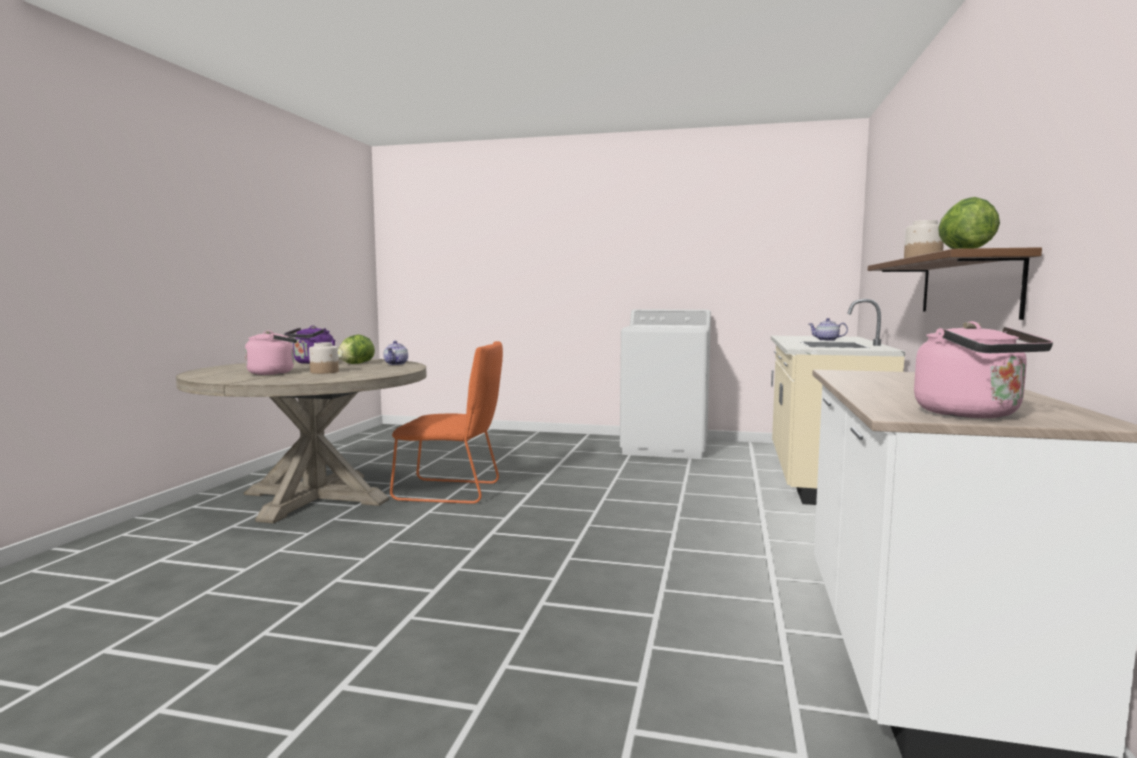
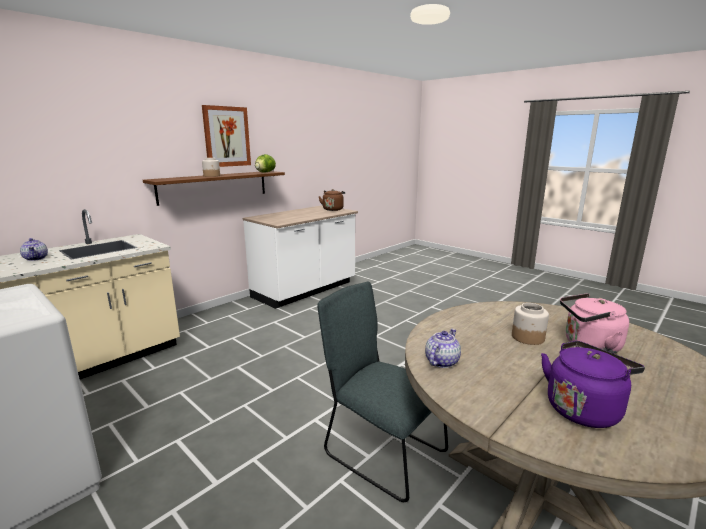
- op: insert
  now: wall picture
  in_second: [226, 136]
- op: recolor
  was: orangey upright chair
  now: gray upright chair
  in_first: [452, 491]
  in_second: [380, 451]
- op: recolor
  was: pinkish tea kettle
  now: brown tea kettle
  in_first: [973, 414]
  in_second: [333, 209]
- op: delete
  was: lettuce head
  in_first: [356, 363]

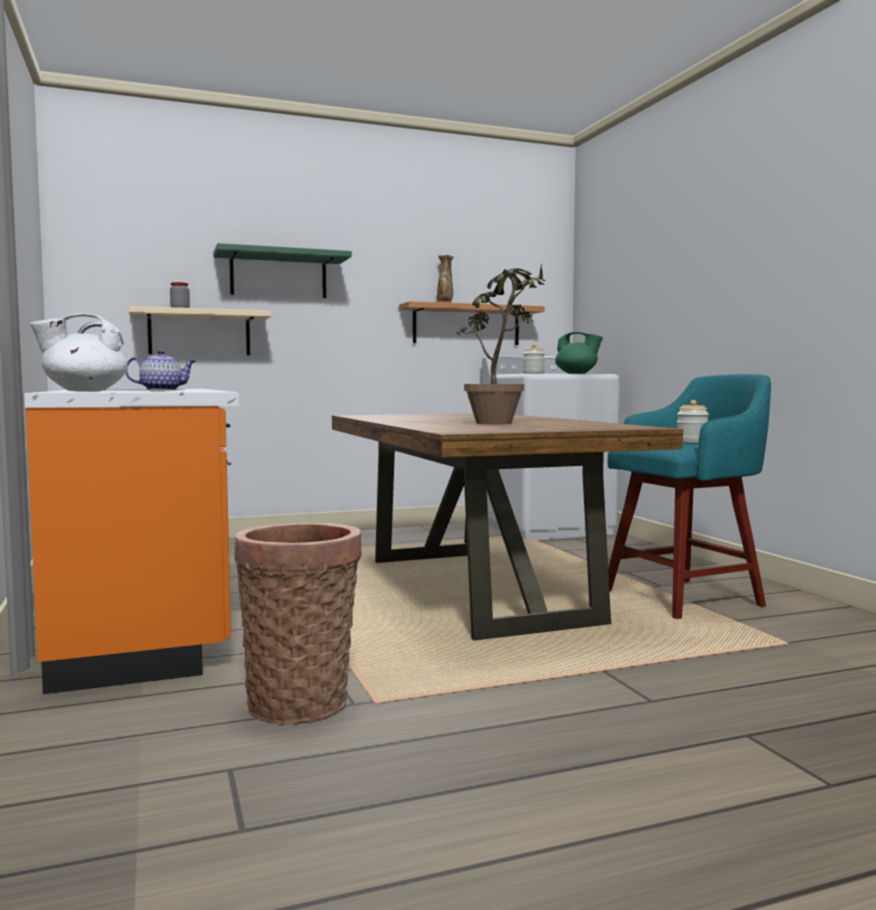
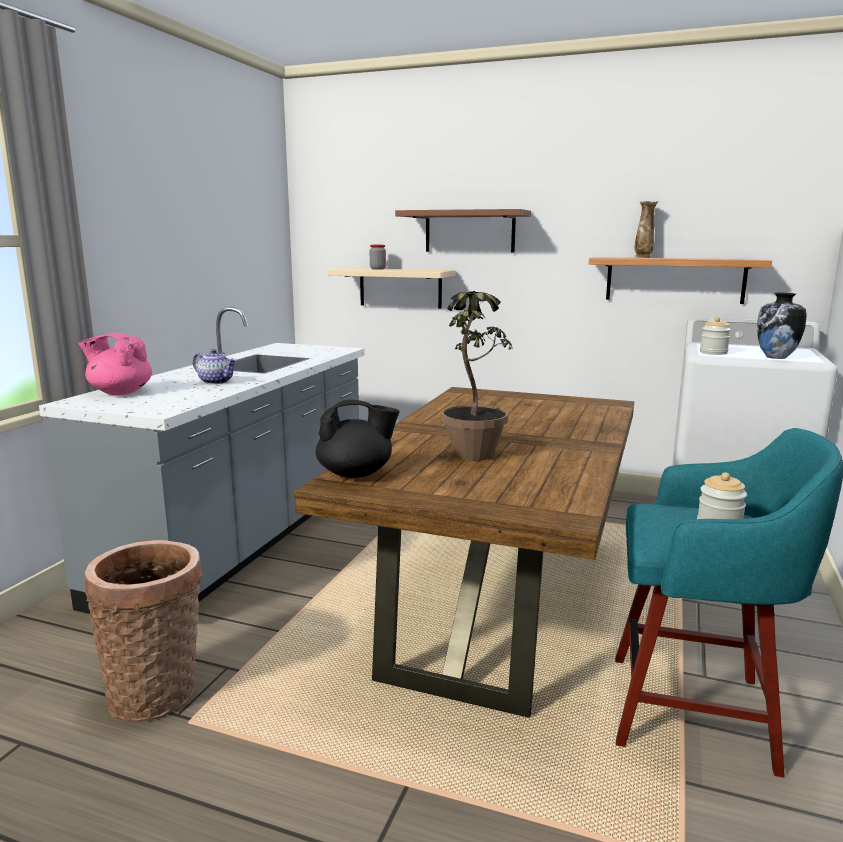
- op: recolor
  was: orangey kitchen counter
  now: gray kitchen counter
  in_first: [147, 608]
  in_second: [246, 539]
- op: recolor
  was: white pot for tea
  now: pinkish pot for tea
  in_first: [83, 391]
  in_second: [120, 392]
- op: insert
  now: black-coloured pot for tea
  in_second: [356, 474]
- op: recolor
  was: greenish shelf
  now: brown shelf
  in_first: [278, 275]
  in_second: [469, 231]
- op: replace
  was: greenish pot for tea
  now: flower vase
  in_first: [577, 373]
  in_second: [776, 357]

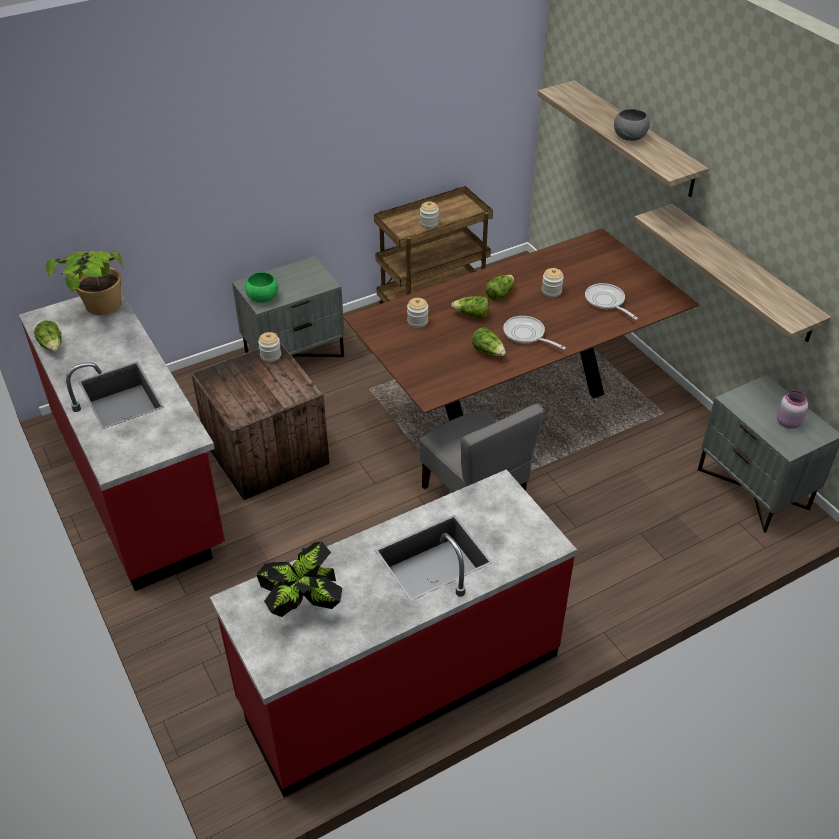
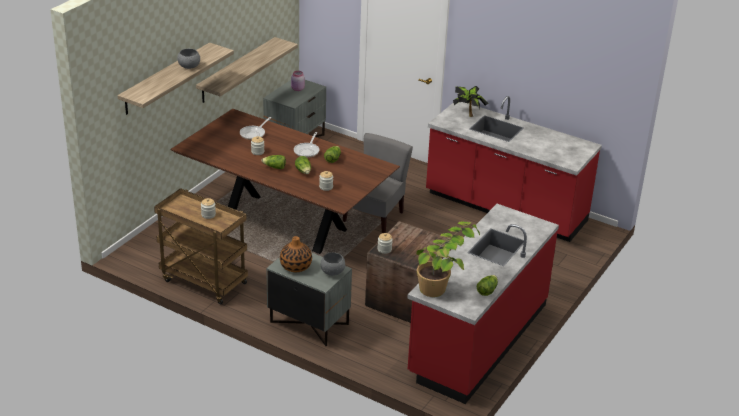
- op: insert
  now: flower vase
  in_second: [295, 266]
- op: recolor
  was: greenish bowl
  now: gray bowl
  in_first: [262, 297]
  in_second: [332, 272]
- op: move
  was: plant in a pot
  in_first: [304, 605]
  in_second: [468, 114]

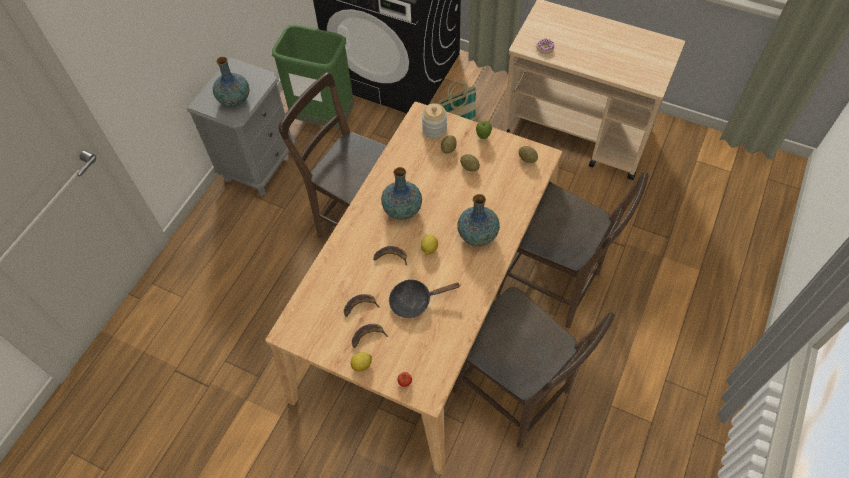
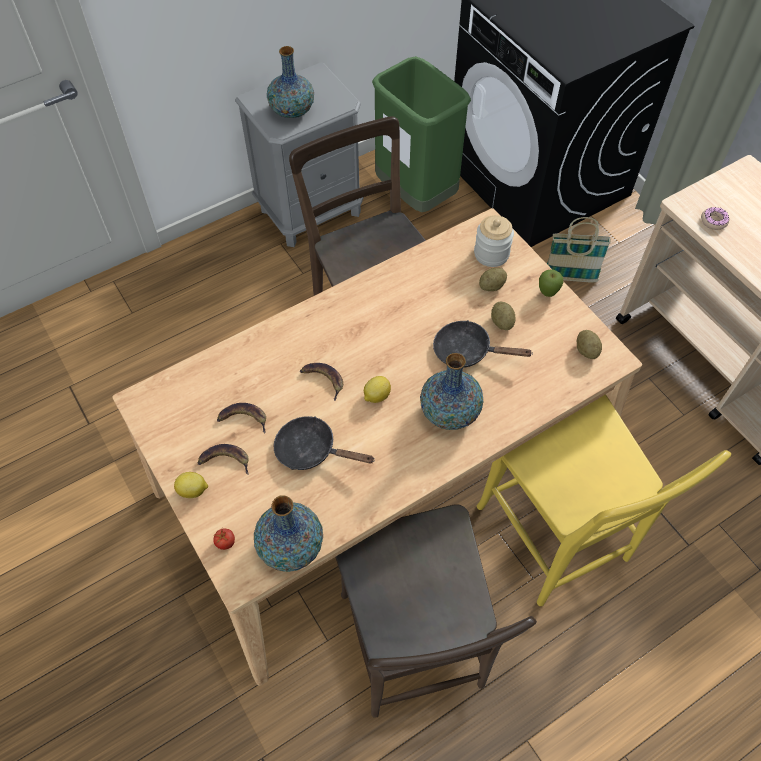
- op: move
  was: flower vase
  in_first: [402, 210]
  in_second: [291, 547]
- op: insert
  now: black-coloured frying pan
  in_second: [467, 351]
- op: recolor
  was: brown upright chair
  now: yellow-coloured upright chair
  in_first: [553, 285]
  in_second: [557, 540]

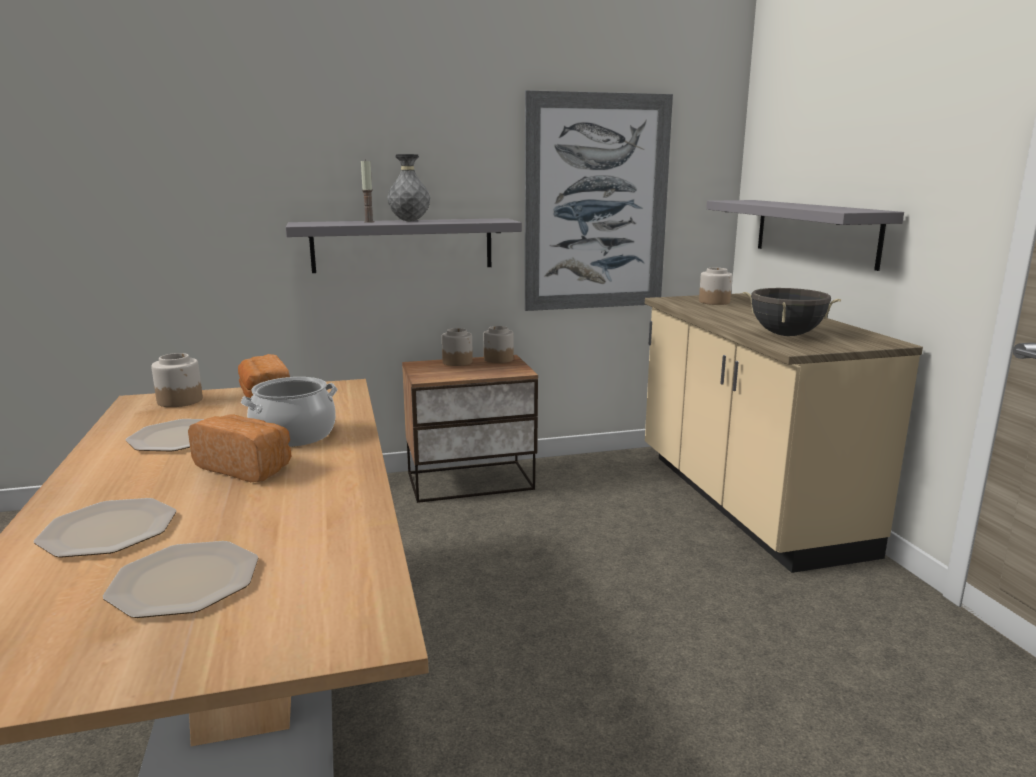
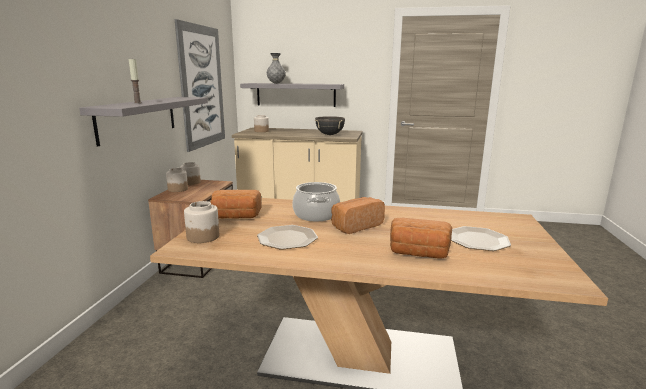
- op: move
  was: gray flower vase
  in_first: [410, 221]
  in_second: [276, 83]
- op: replace
  was: plate
  now: bread
  in_first: [110, 529]
  in_second: [418, 253]

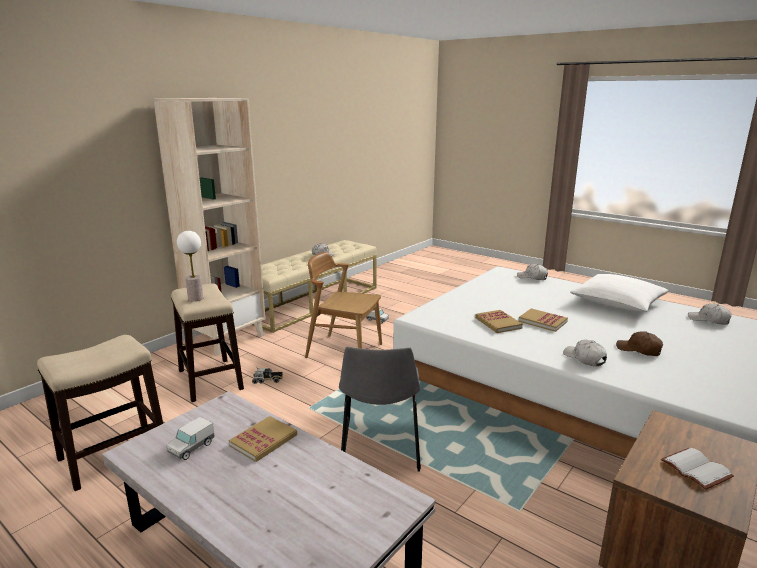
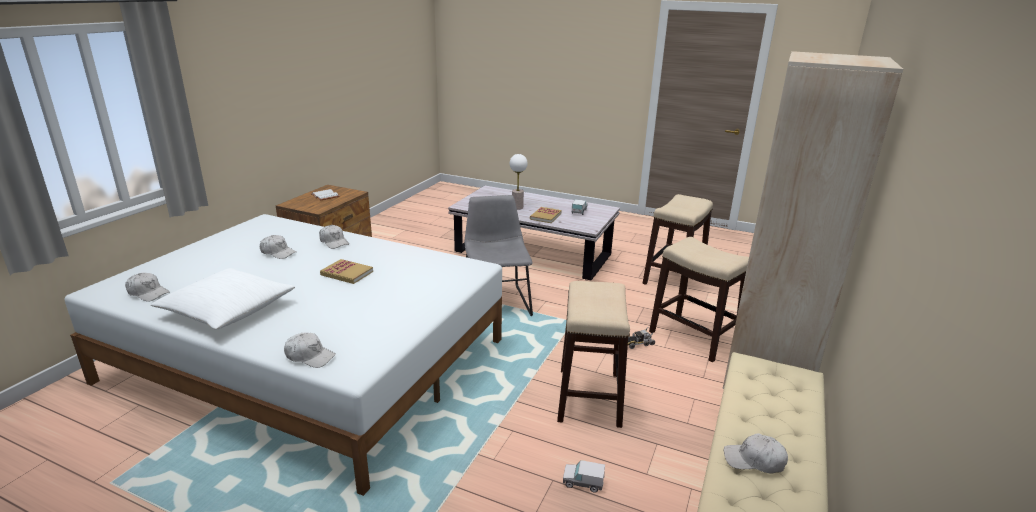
- op: recolor
  was: brown baseball cap
  now: white baseball cap
  in_first: [639, 350]
  in_second: [278, 252]
- op: move
  was: tabletop lamp
  in_first: [196, 298]
  in_second: [517, 207]
- op: replace
  was: brown upright chair
  now: sitting stool
  in_first: [344, 350]
  in_second: [589, 397]
- op: delete
  was: bound book
  in_first: [498, 323]

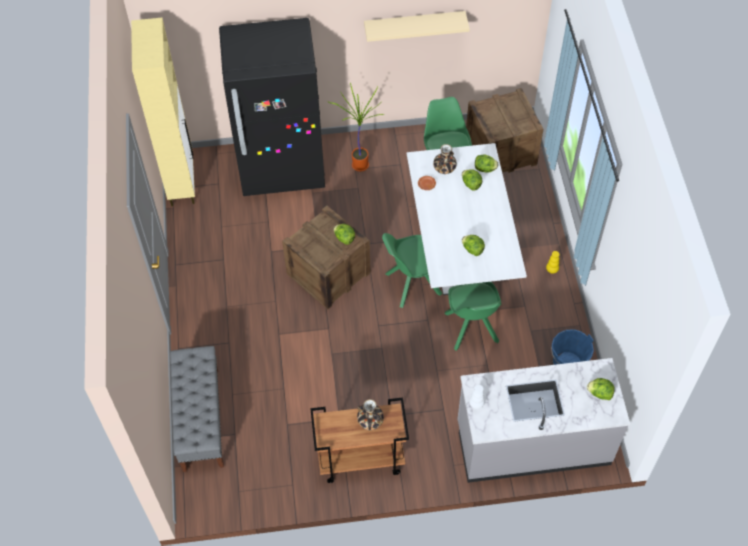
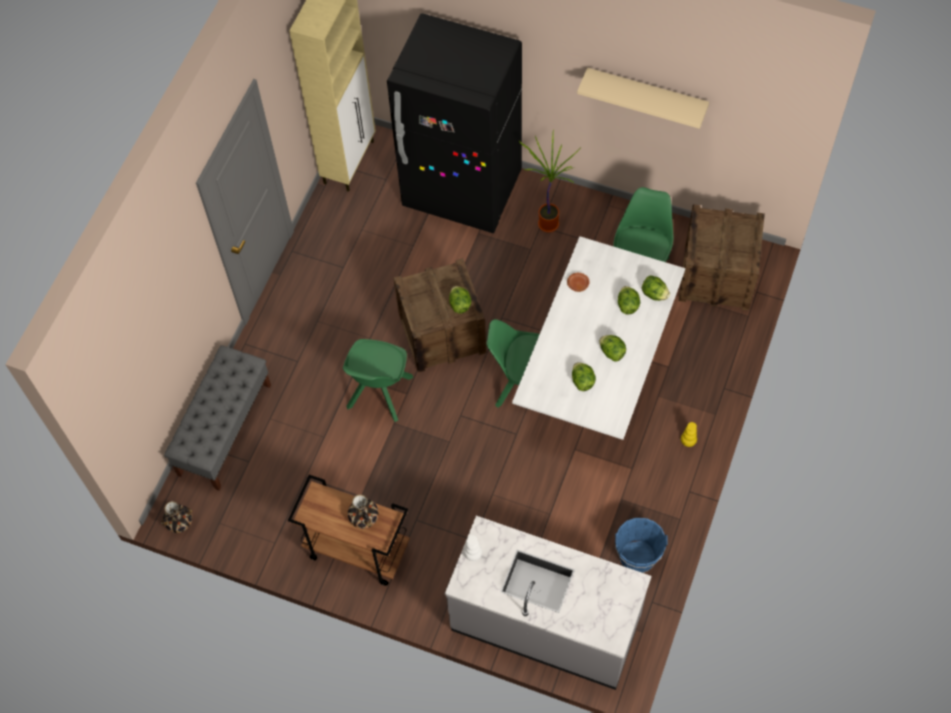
- op: move
  was: flower vase
  in_first: [444, 167]
  in_second: [179, 521]
- op: move
  was: greenish upright chair
  in_first: [471, 329]
  in_second: [379, 394]
- op: move
  was: lettuce head
  in_first: [599, 393]
  in_second: [611, 352]

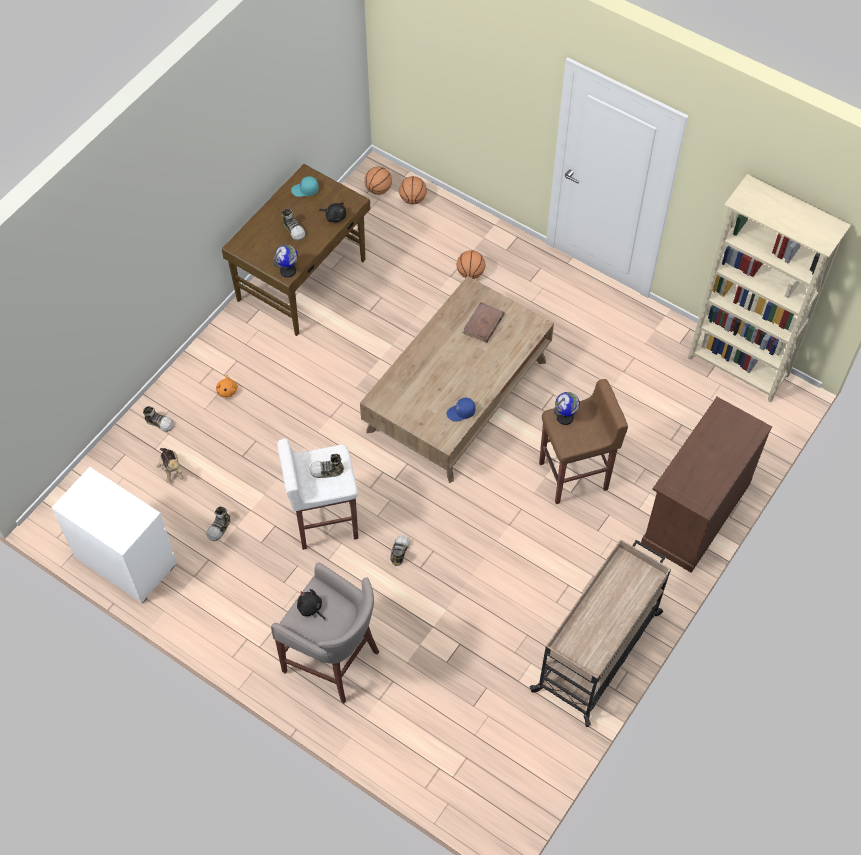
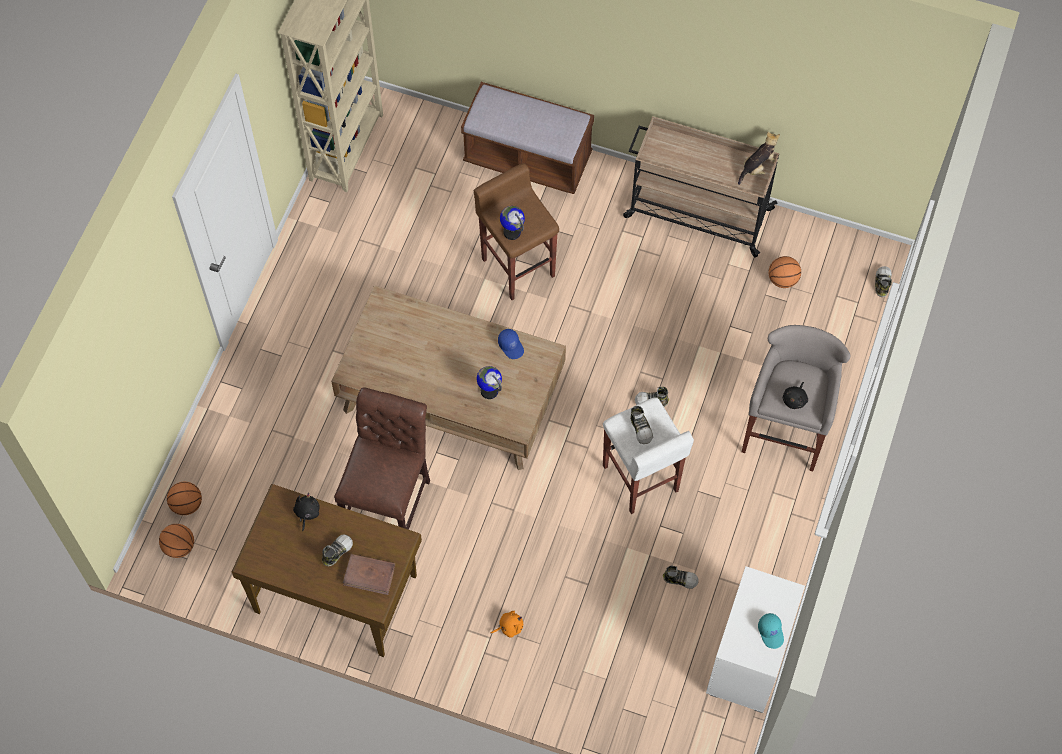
- op: insert
  now: brown upright chair
  in_second: [390, 500]
- op: move
  was: brown bound book
  in_first: [483, 324]
  in_second: [369, 575]
- op: replace
  was: brown cupboard
  now: brown bench
  in_first: [695, 513]
  in_second: [527, 159]
- op: move
  was: desk globe
  in_first: [288, 271]
  in_second: [489, 390]
- op: move
  was: cuddly toy
  in_first: [171, 469]
  in_second: [758, 167]
- op: move
  was: turquoise-coloured baseball cap
  in_first: [305, 190]
  in_second: [771, 632]
- op: move
  was: ball for basketball
  in_first: [470, 273]
  in_second: [782, 280]
- op: move
  was: shoe
  in_first: [159, 422]
  in_second: [882, 283]

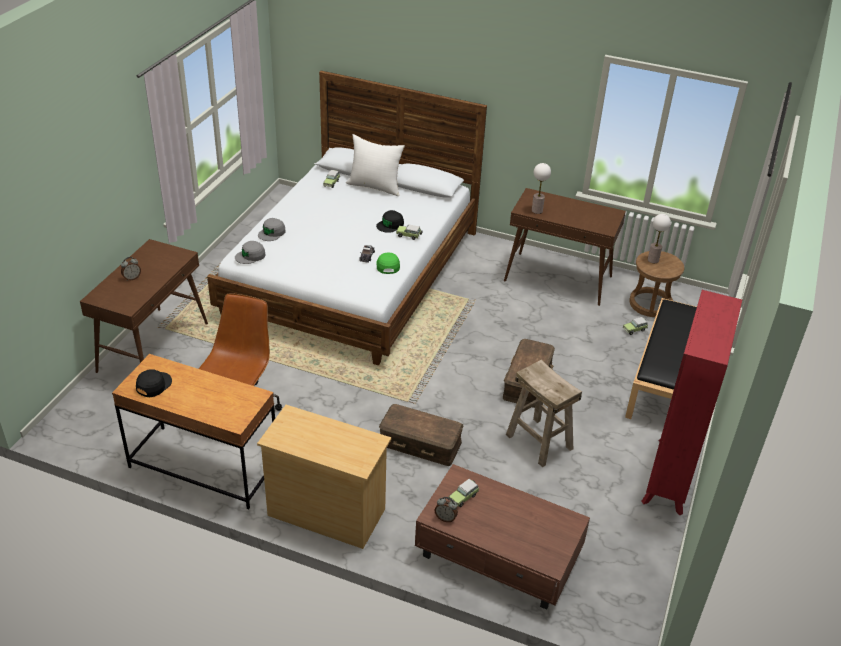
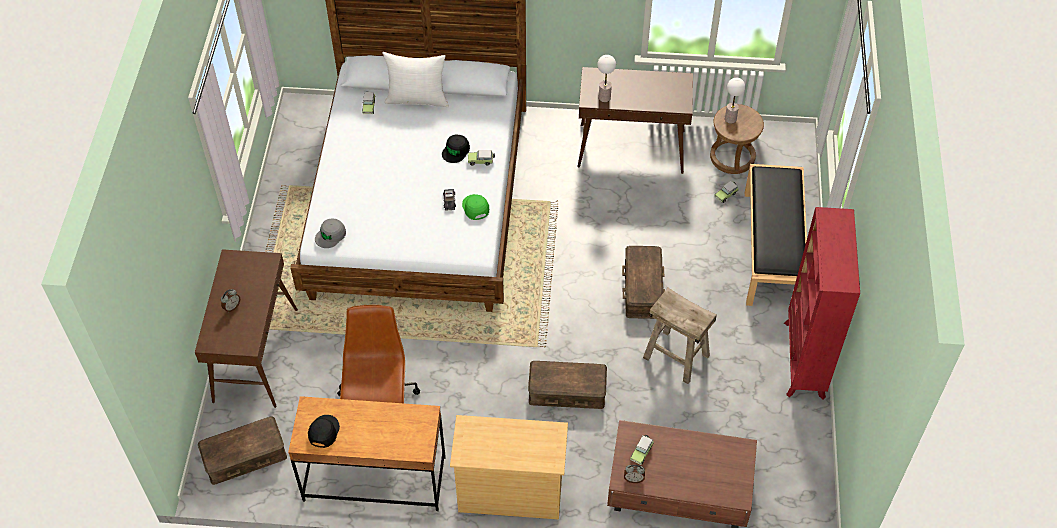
- op: insert
  now: brown storage box
  in_second: [245, 457]
- op: delete
  was: gray baseball cap
  in_first: [272, 233]

